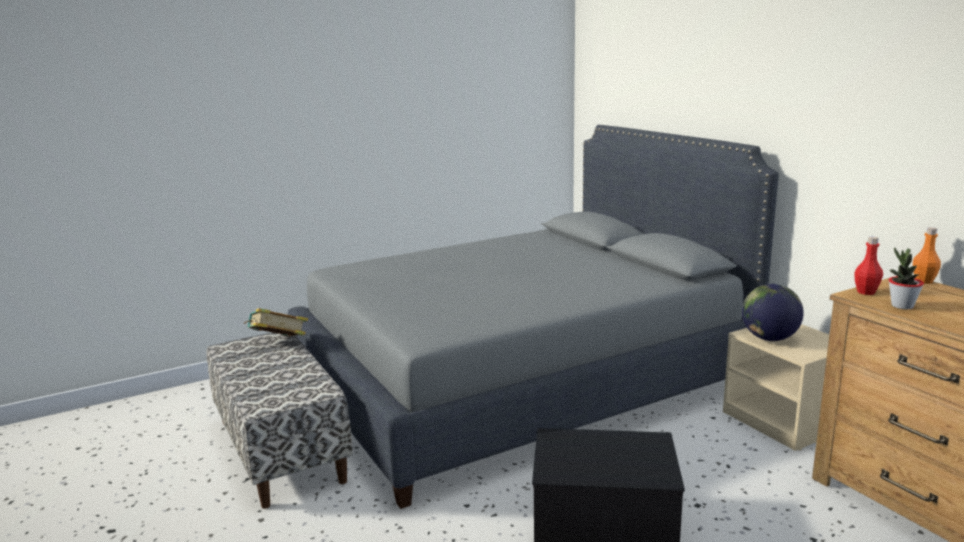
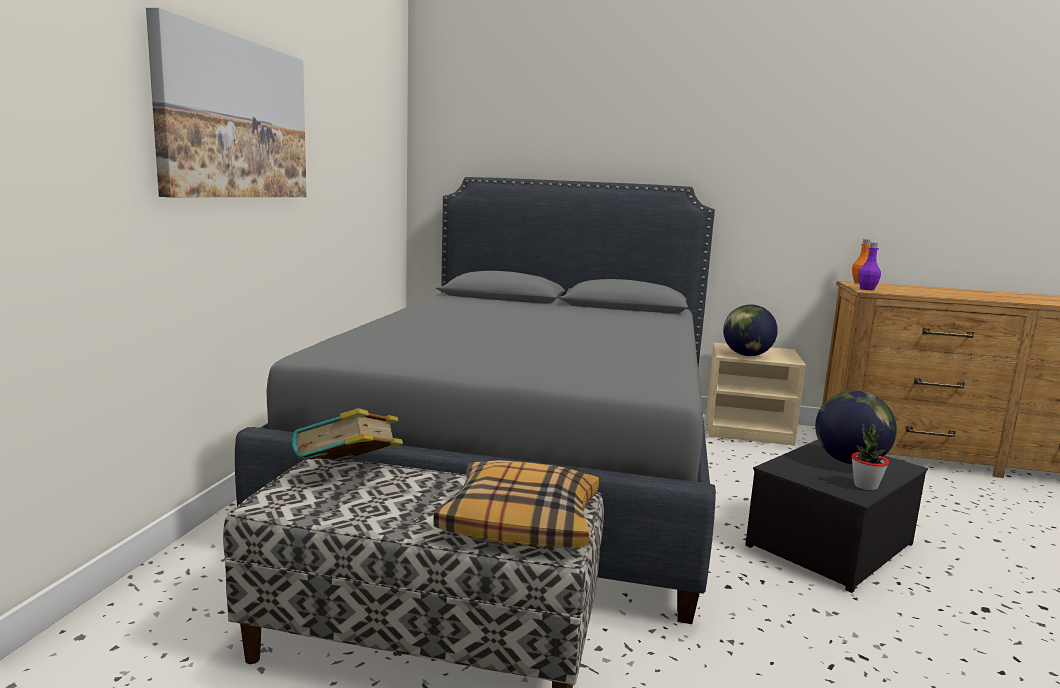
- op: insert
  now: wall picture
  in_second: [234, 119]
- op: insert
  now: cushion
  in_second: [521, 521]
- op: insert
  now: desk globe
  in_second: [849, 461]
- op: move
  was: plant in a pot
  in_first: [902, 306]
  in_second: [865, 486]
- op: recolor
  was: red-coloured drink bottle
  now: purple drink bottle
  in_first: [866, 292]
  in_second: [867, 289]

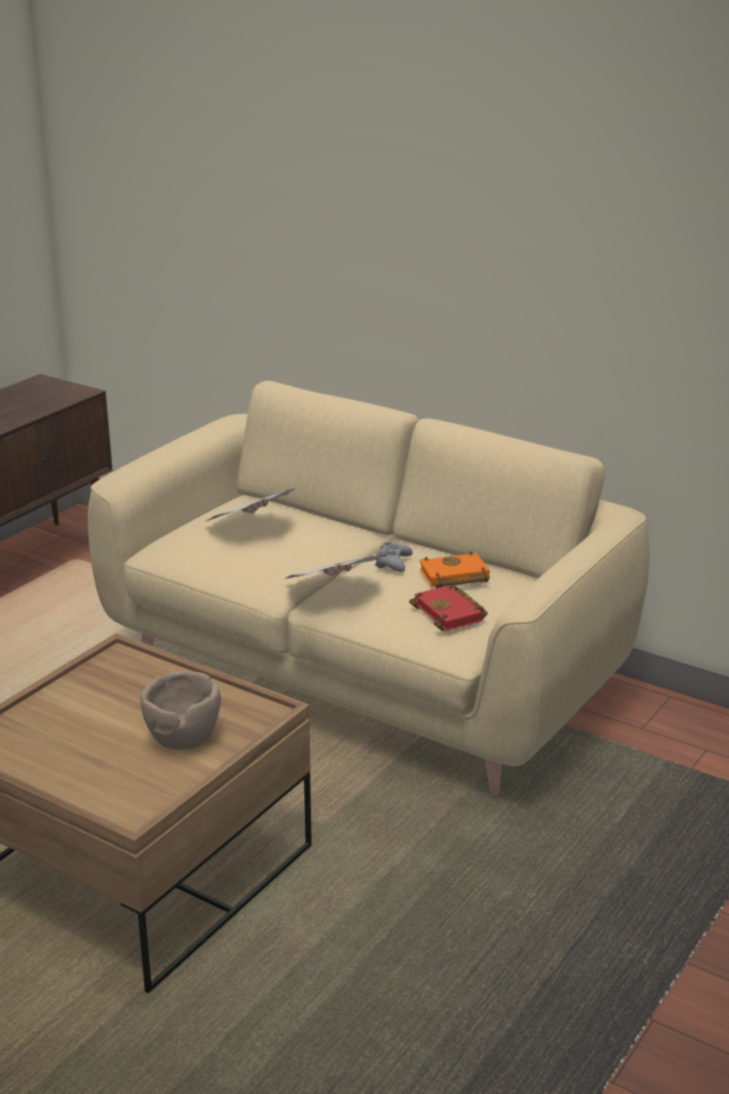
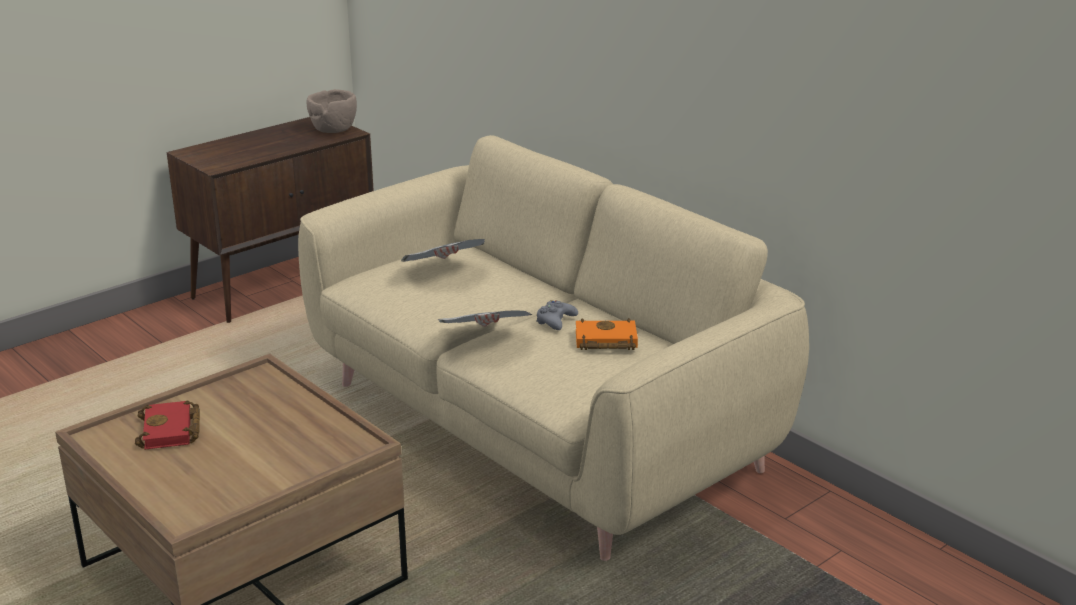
- op: move
  was: red-coloured bound book
  in_first: [451, 614]
  in_second: [171, 431]
- op: move
  was: brown bowl
  in_first: [183, 736]
  in_second: [334, 129]

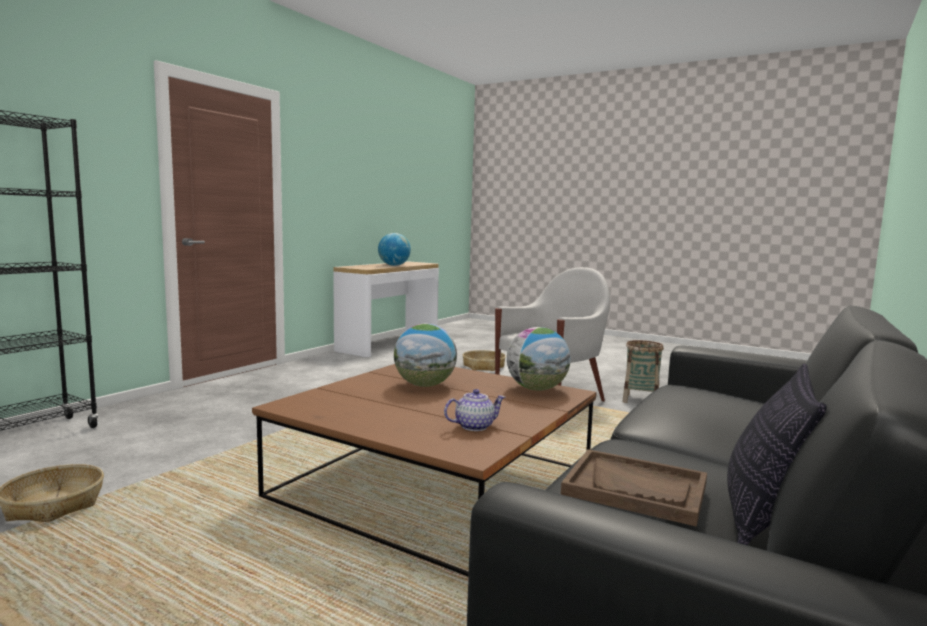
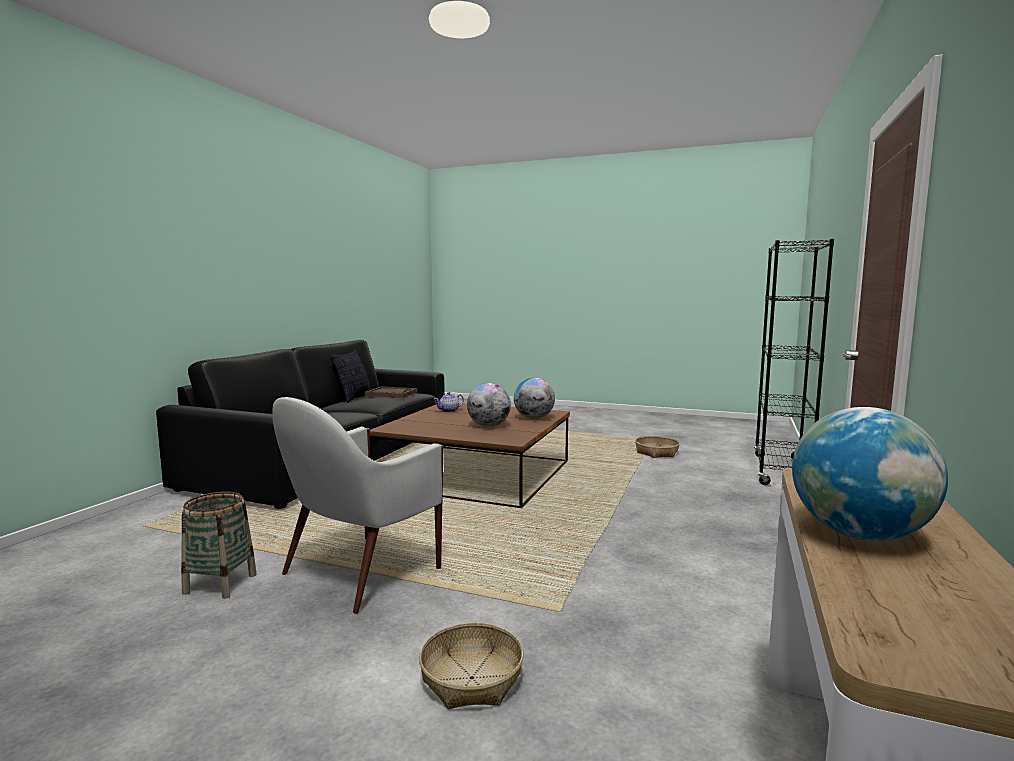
- op: move
  was: desk globe
  in_first: [537, 389]
  in_second: [534, 418]

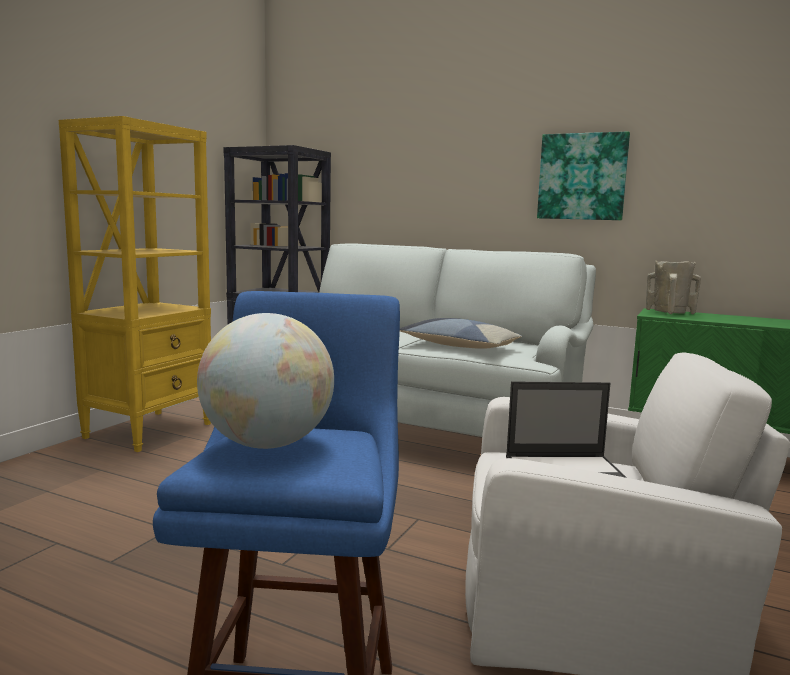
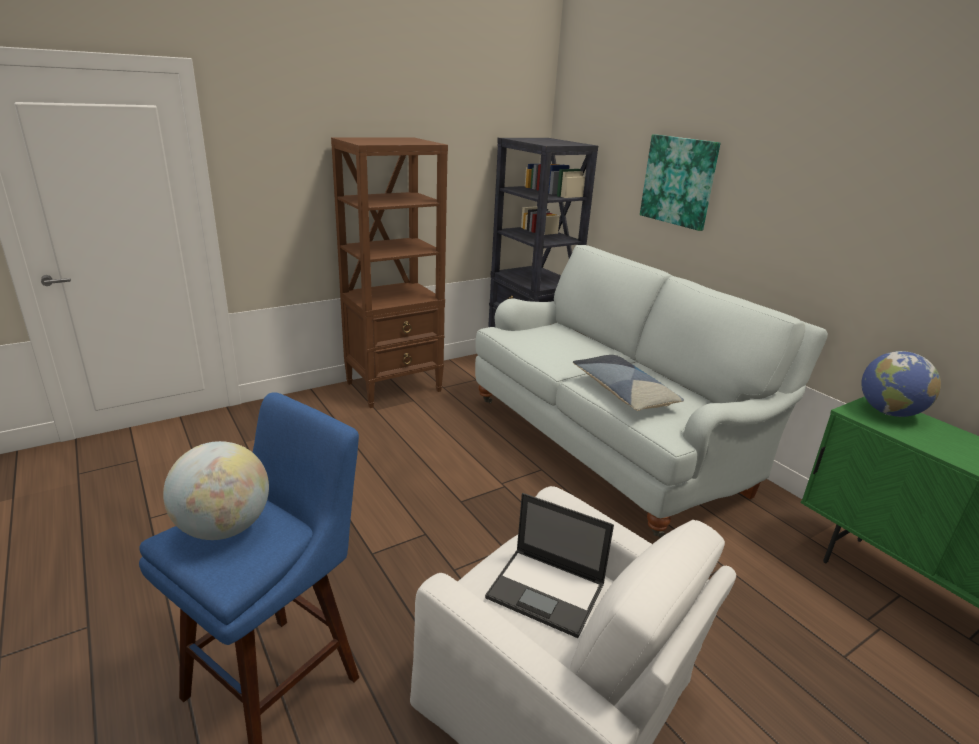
- op: recolor
  was: yellow-coloured bookcase
  now: brown bookcase
  in_first: [150, 430]
  in_second: [395, 387]
- op: move
  was: wall picture
  in_first: [582, 177]
  in_second: [679, 181]
- op: replace
  was: beige-coloured flower vase
  now: desk globe
  in_first: [669, 313]
  in_second: [888, 412]

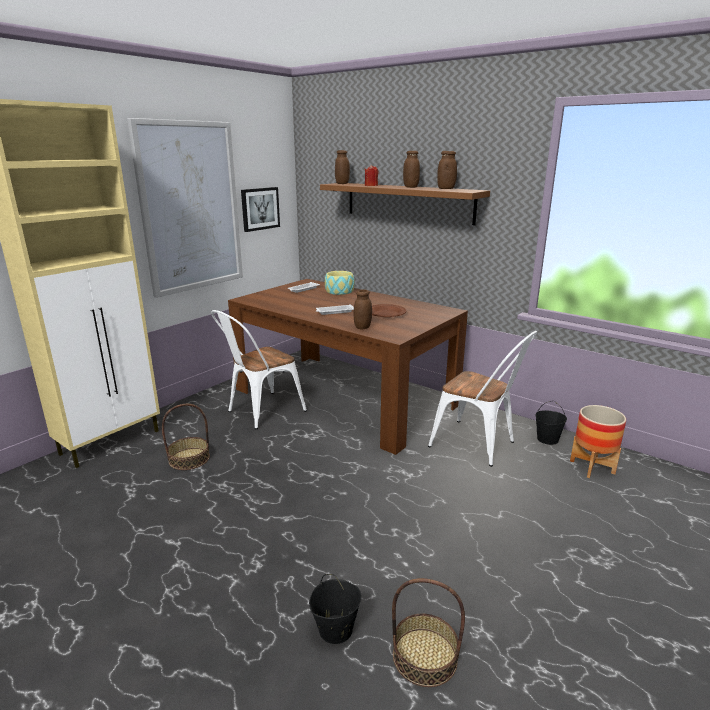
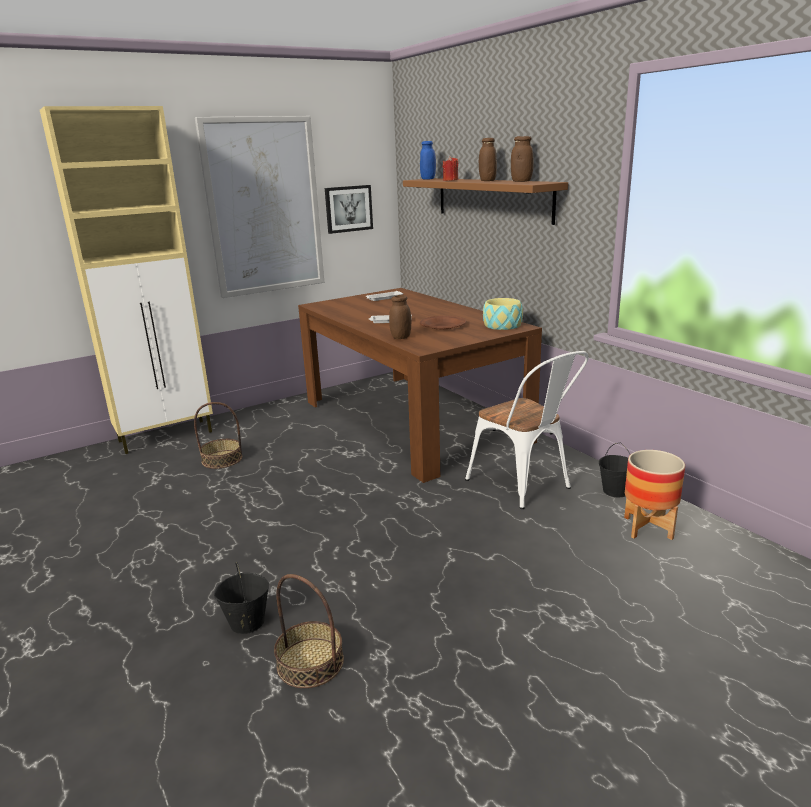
- op: recolor
  was: brown preserve jar
  now: bluish preserve jar
  in_first: [342, 183]
  in_second: [428, 179]
- op: move
  was: bowl
  in_first: [339, 291]
  in_second: [502, 325]
- op: delete
  was: white upright chair
  in_first: [260, 412]

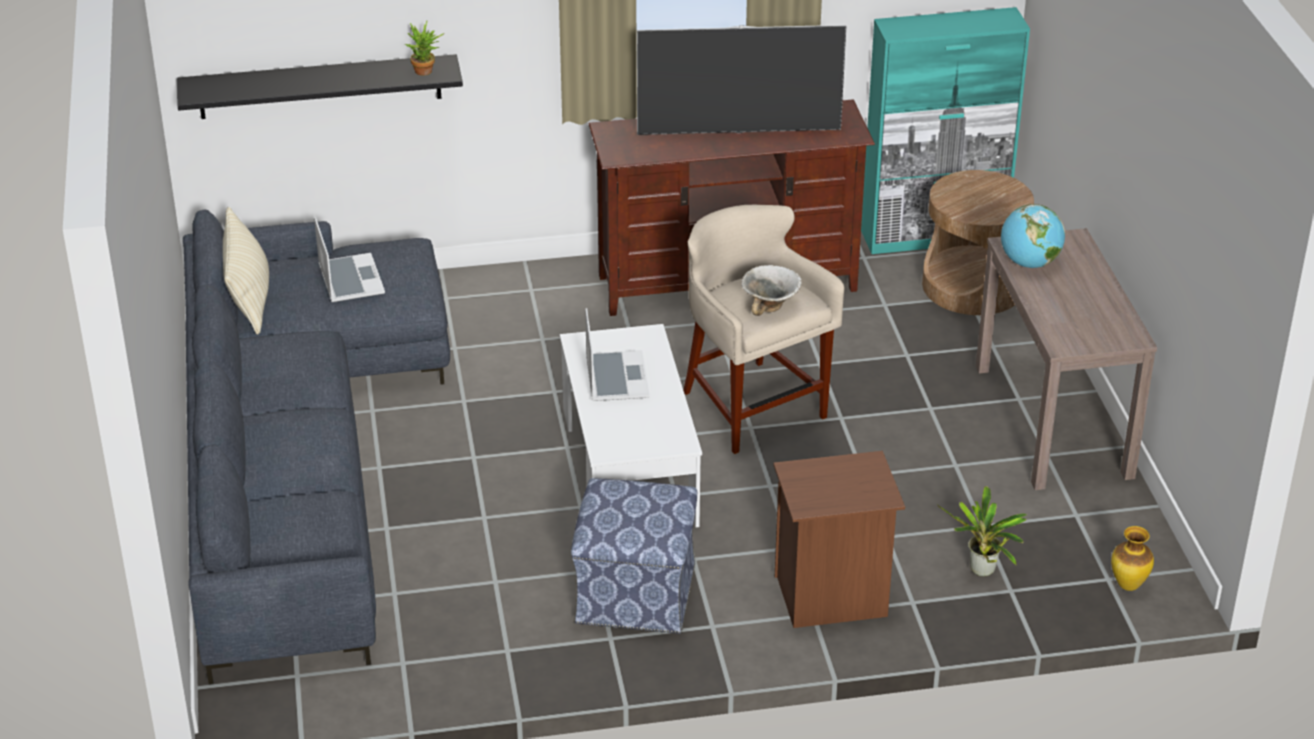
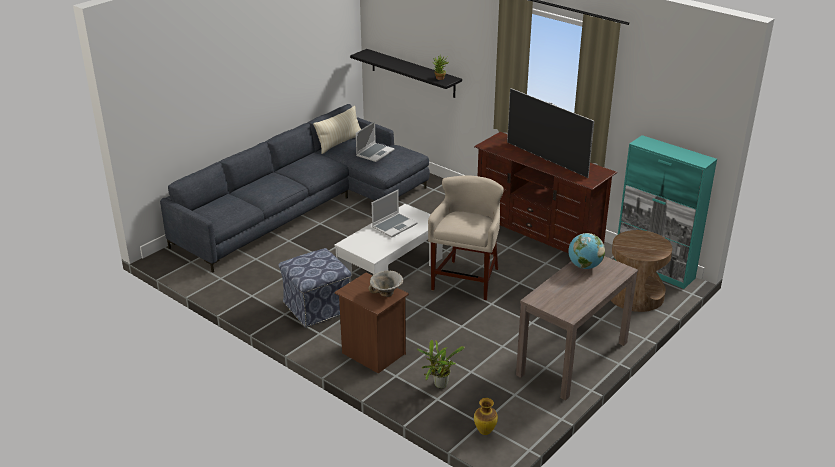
- op: move
  was: bowl
  in_first: [770, 307]
  in_second: [386, 294]

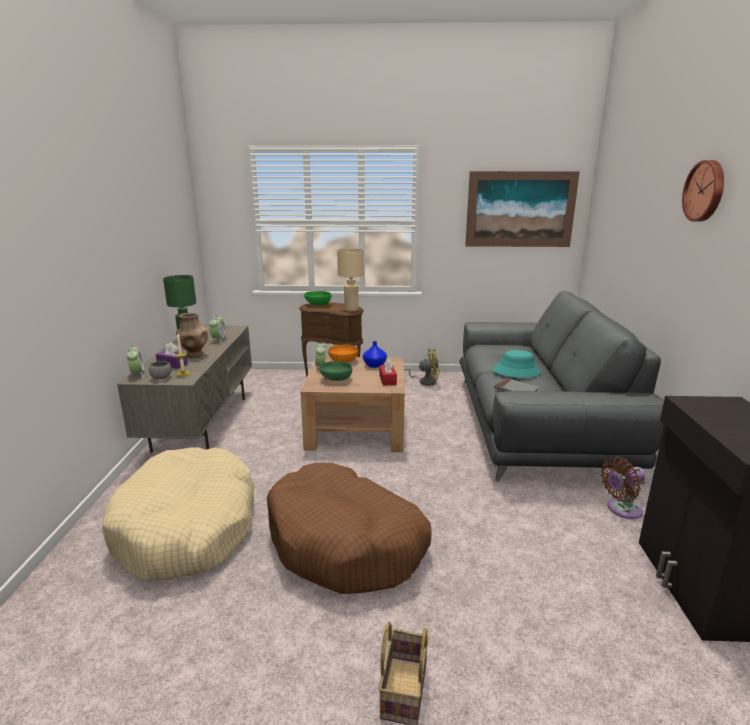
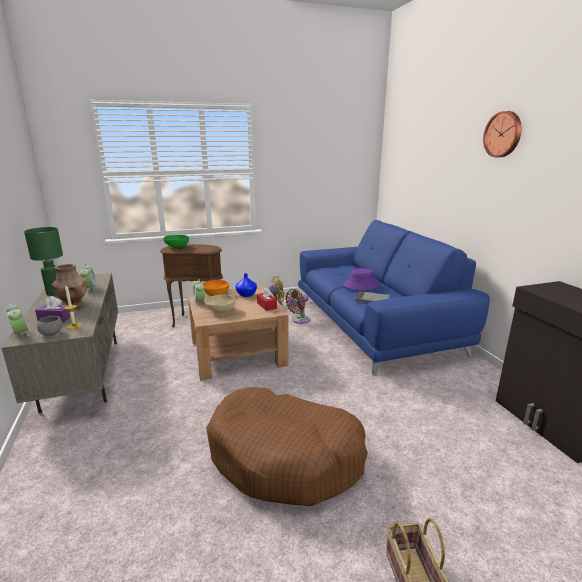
- op: recolor
  was: greenish bowl
  now: beige-coloured bowl
  in_first: [335, 379]
  in_second: [220, 311]
- op: move
  was: brown electric fan
  in_first: [621, 509]
  in_second: [299, 320]
- op: recolor
  was: gray settee
  now: bluish settee
  in_first: [536, 423]
  in_second: [374, 324]
- op: recolor
  was: turquoise-coloured hat
  now: purple hat
  in_first: [516, 371]
  in_second: [361, 285]
- op: delete
  was: beige-coloured pet bed
  in_first: [187, 527]
- op: delete
  was: beige-coloured tabletop lamp
  in_first: [351, 309]
- op: delete
  was: wall picture
  in_first: [520, 209]

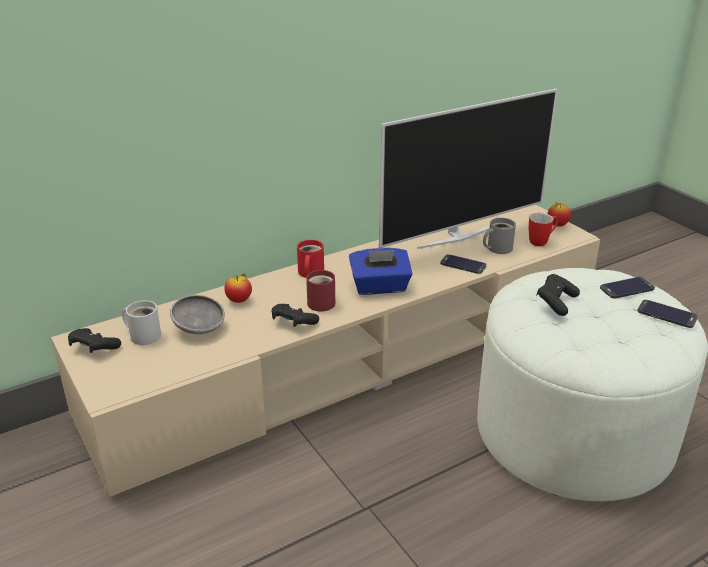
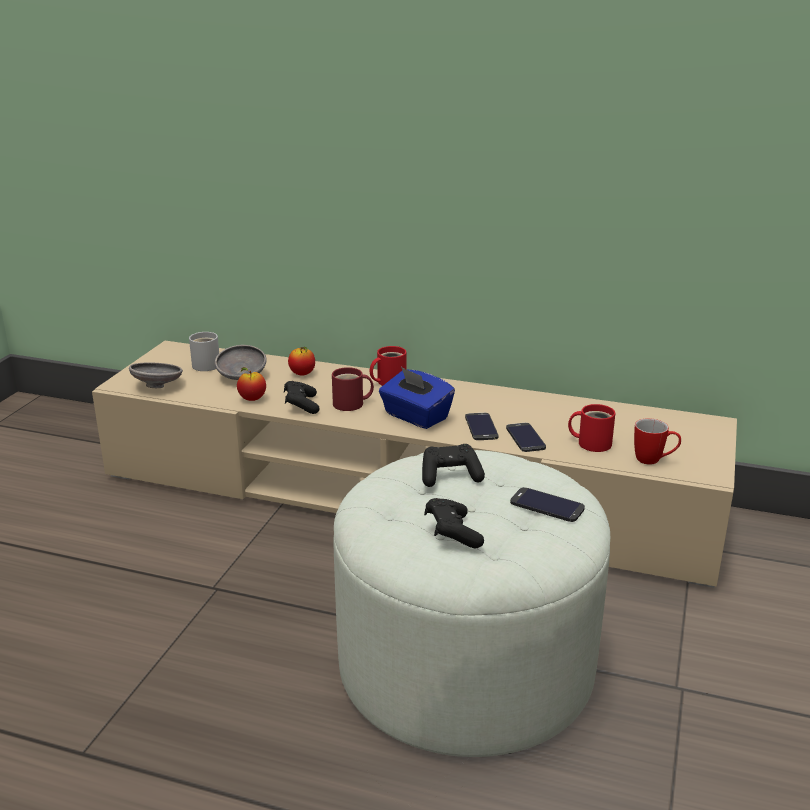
- op: insert
  now: gray bowl
  in_second: [158, 386]
- op: move
  was: apple
  in_first: [557, 225]
  in_second: [252, 399]
- op: move
  was: black-coloured gamepad
  in_first: [94, 348]
  in_second: [452, 534]
- op: move
  was: telephone
  in_first: [667, 314]
  in_second: [481, 427]
- op: recolor
  was: gray tea mug
  now: red-coloured tea mug
  in_first: [497, 248]
  in_second: [591, 443]
- op: delete
  was: TV set
  in_first: [458, 236]

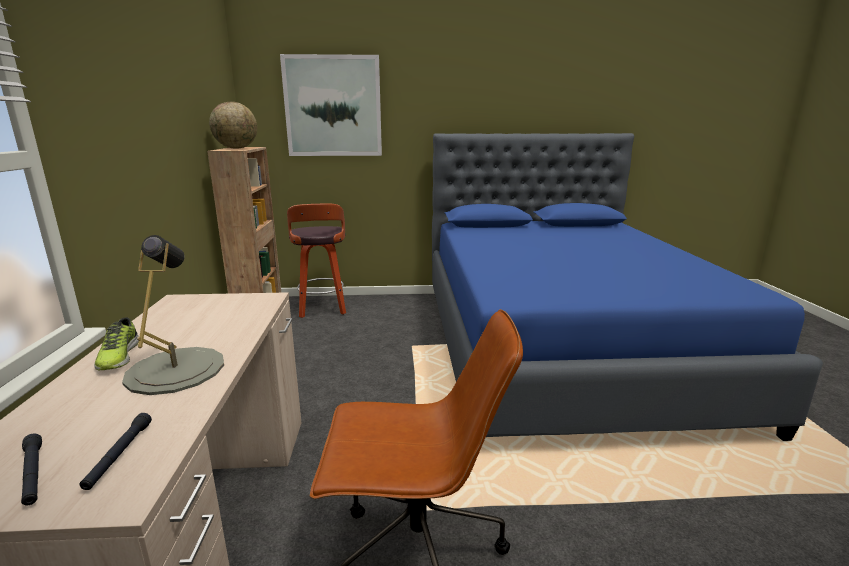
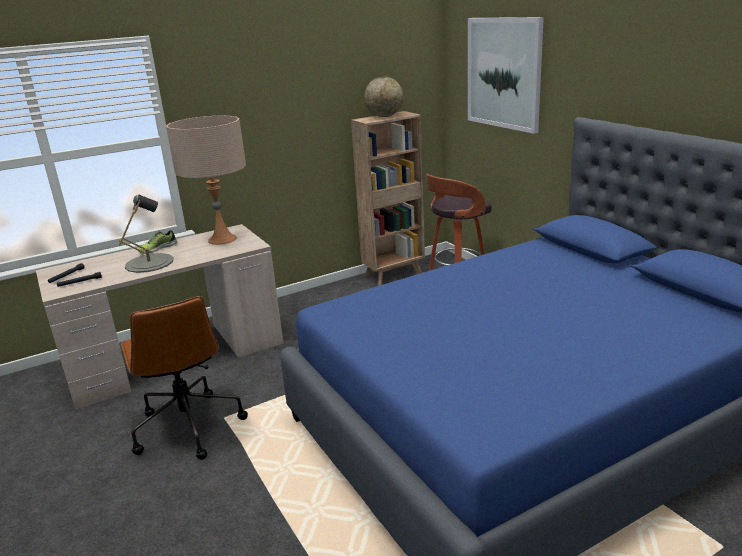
- op: insert
  now: beige-coloured tabletop lamp
  in_second: [222, 239]

